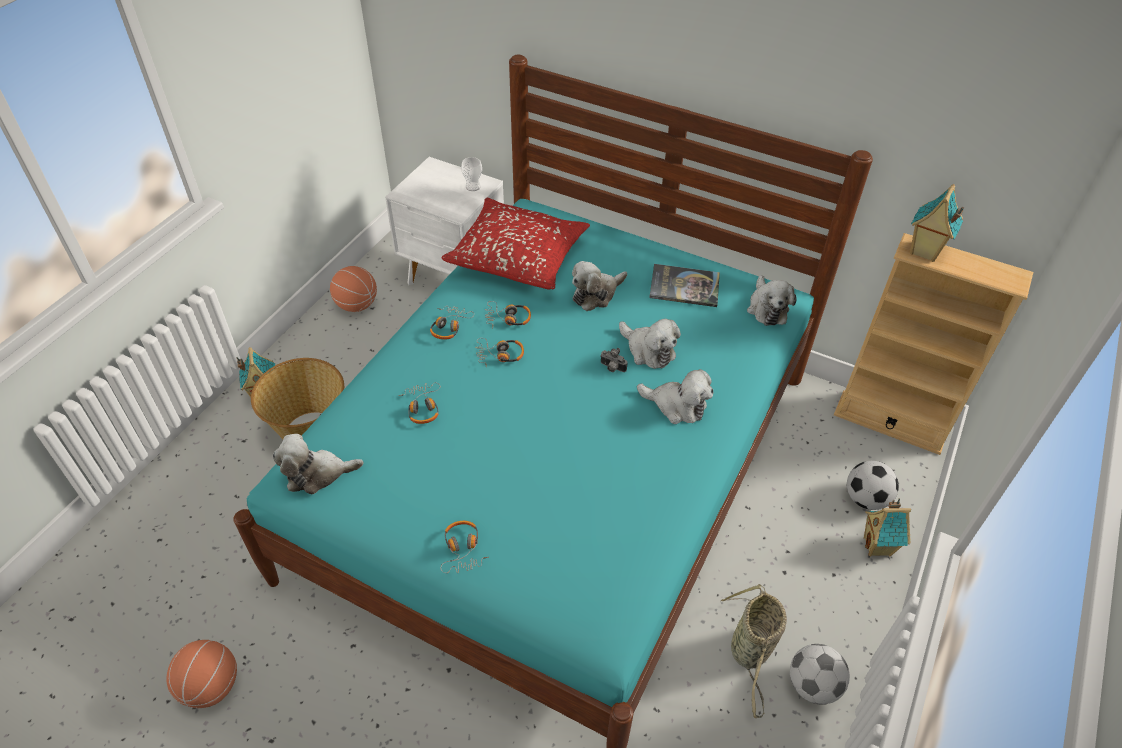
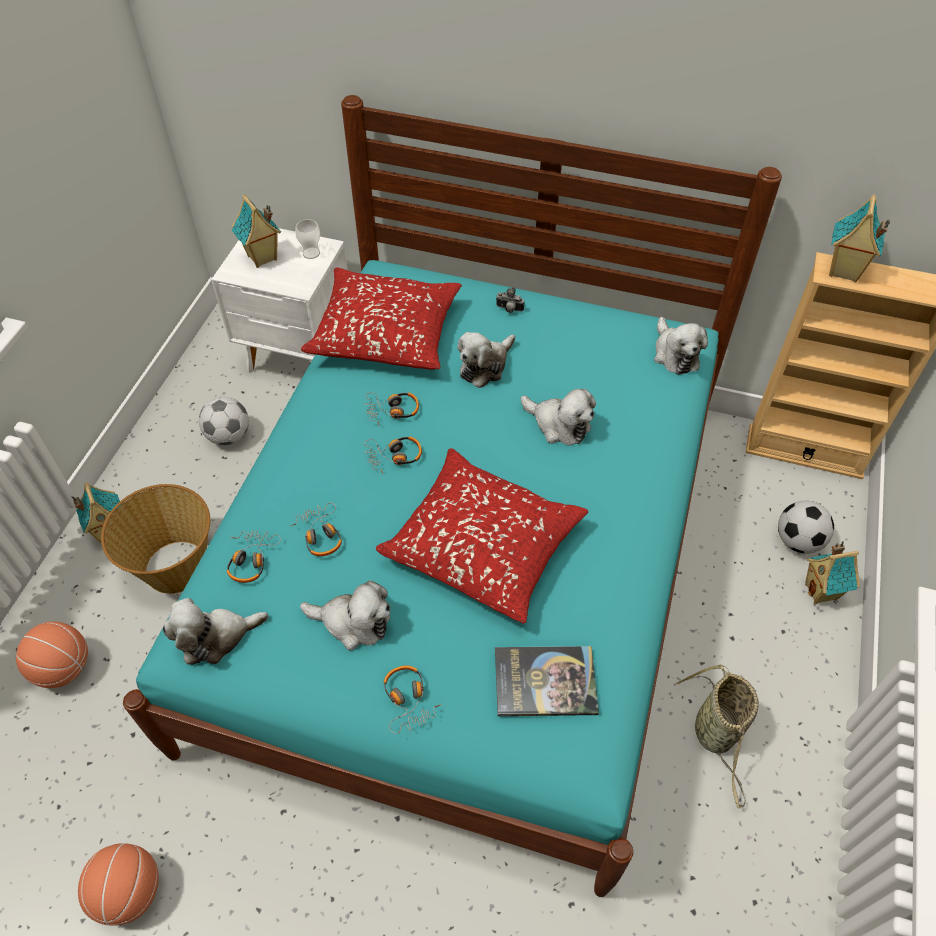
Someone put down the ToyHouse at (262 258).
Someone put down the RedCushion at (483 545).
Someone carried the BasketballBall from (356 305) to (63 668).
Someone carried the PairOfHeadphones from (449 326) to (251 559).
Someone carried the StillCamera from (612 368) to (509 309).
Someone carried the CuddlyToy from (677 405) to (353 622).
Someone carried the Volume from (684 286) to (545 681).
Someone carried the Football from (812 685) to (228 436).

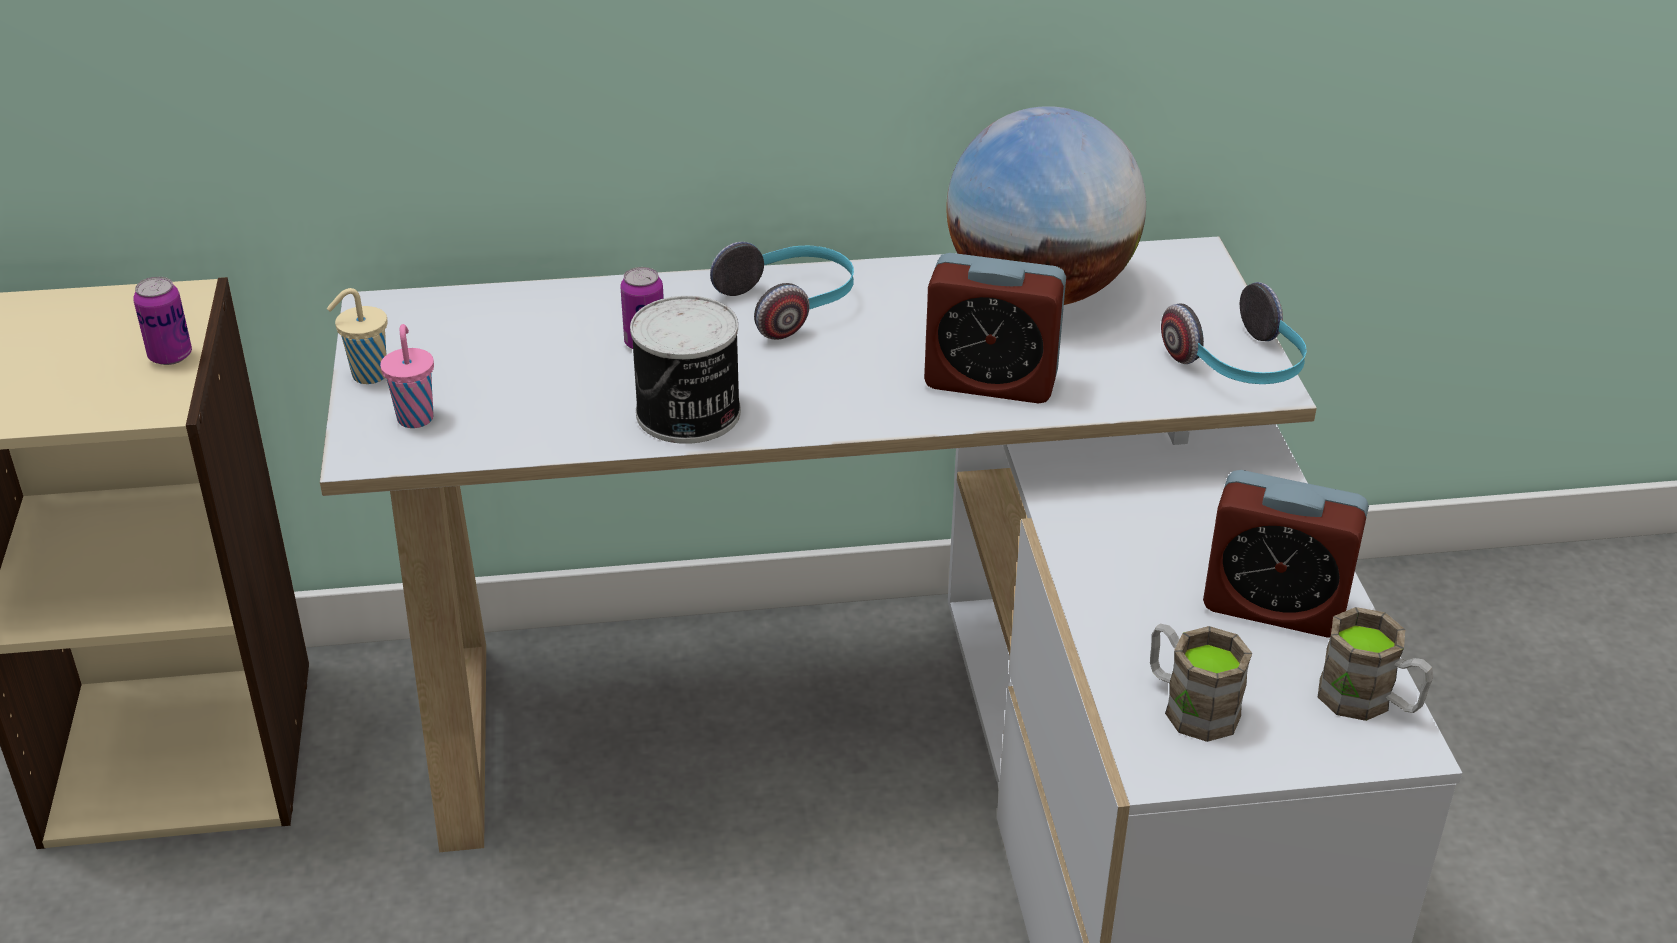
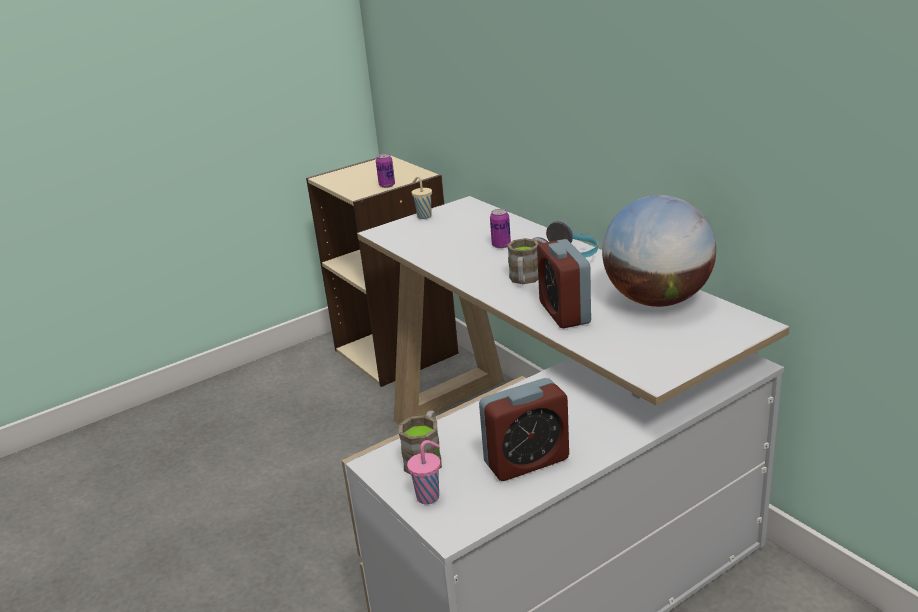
Someone took away the Can at (688 414).
Someone took away the PairOfHeadphones at (1239 367).
Someone carried the PinkishDrinkingCup from (415 417) to (429 496).
Someone carried the BrownColouredMug from (1369 701) to (524 280).
Someone rotated the AlarmClock at (1274 606) by 105 degrees counterclockwise.

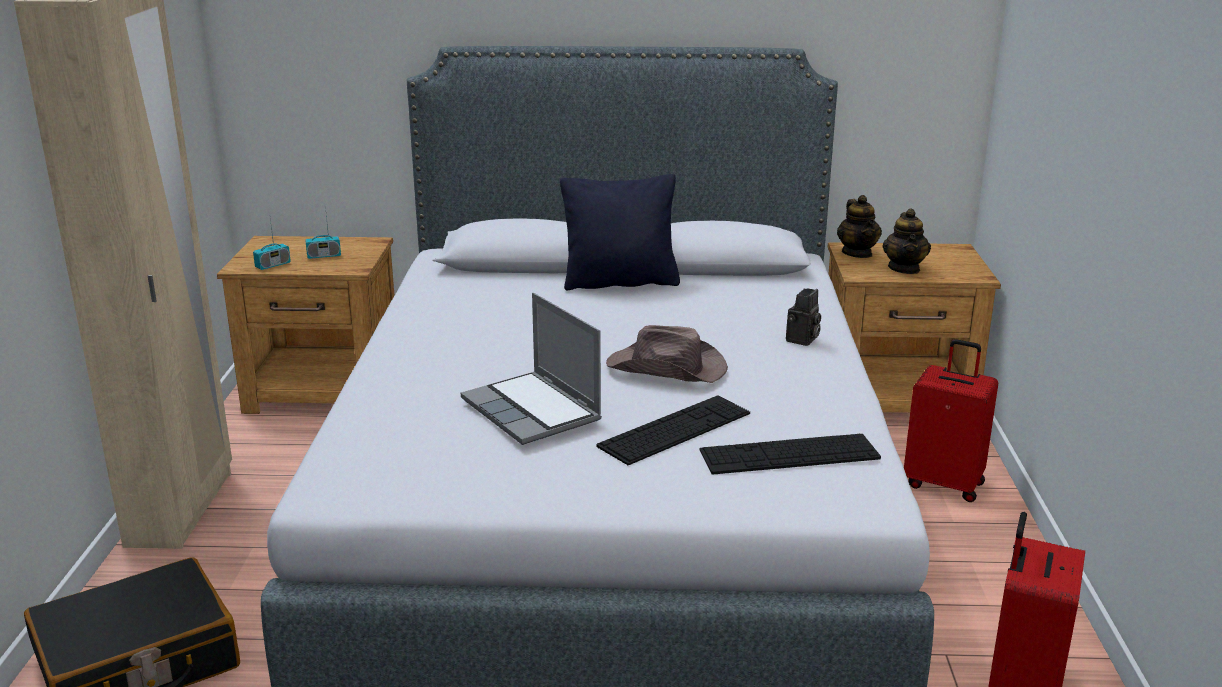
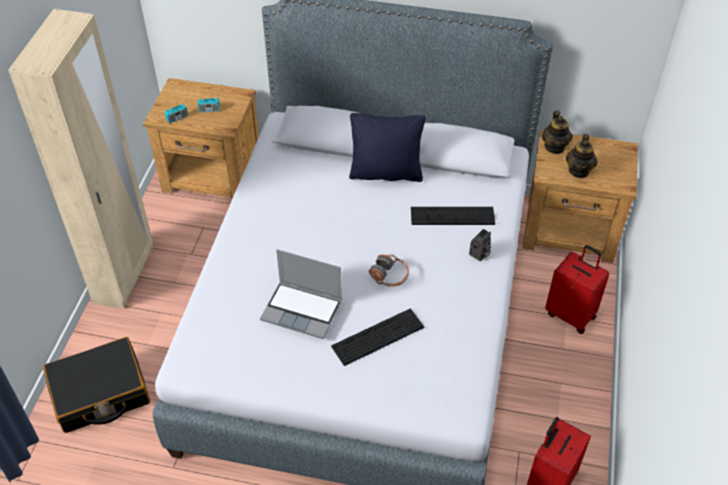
Someone carried the PcKeyboard from (789 454) to (452 216).
Someone swapped the BrownColouredClothingHat at (667 368) for the PairOfHeadphones at (389 276).
Someone rotated the PortableComputer at (533 411) by 45 degrees counterclockwise.

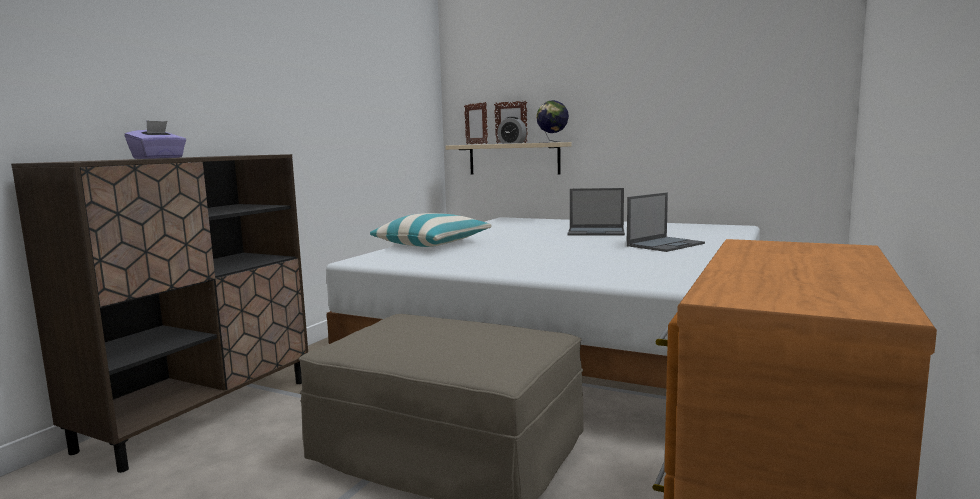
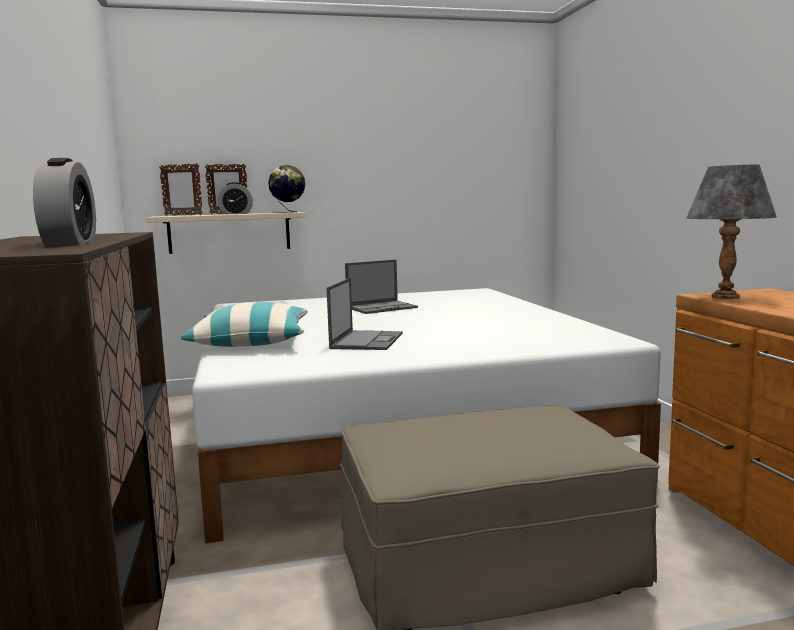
Someone put down the GreyTabletopLamp at (725 297).
Someone carried the PortableComputer from (665 244) to (367 340).
Someone swapped the PurpleColouredTissueBox at (158 158) for the AlarmClock at (70 243).

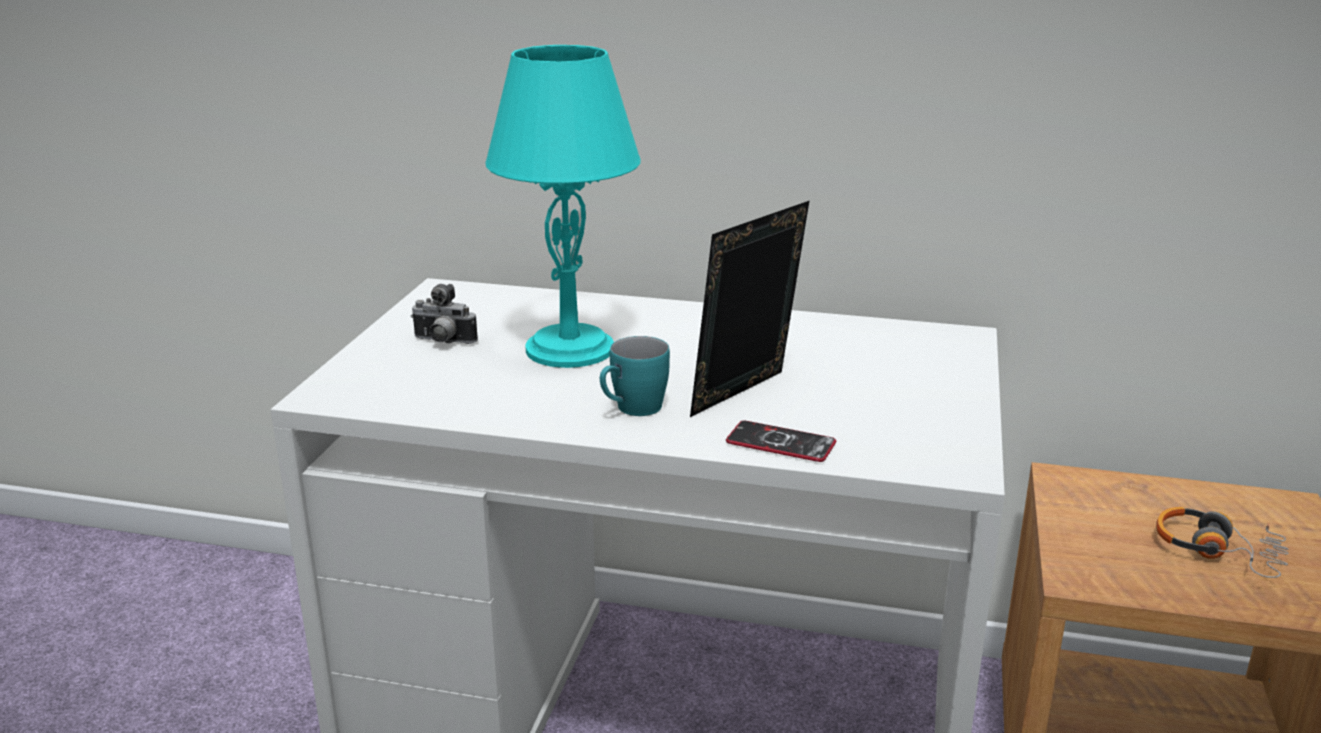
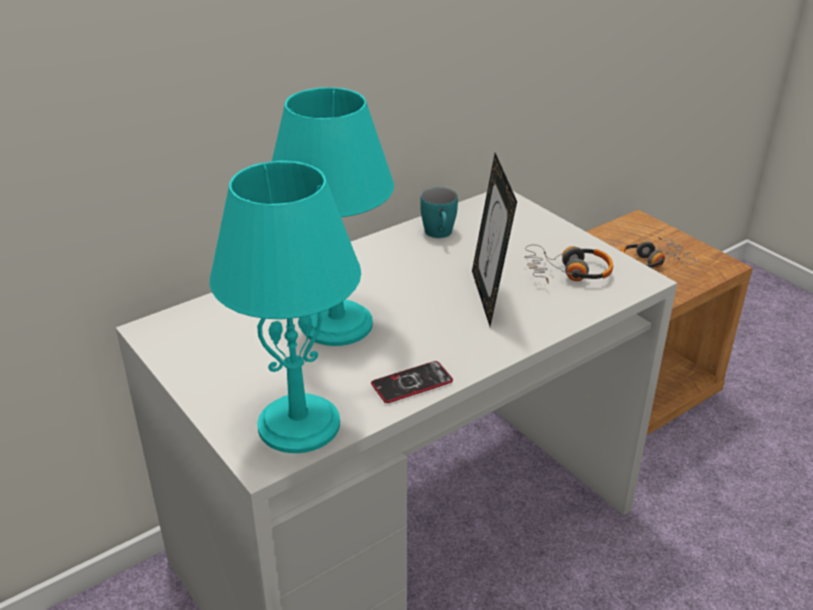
Someone took away the StillCamera at (443 342).
Someone put down the TurquoiseTabletopLamp at (299 423).
Someone put down the PairOfHeadphones at (567 272).
Someone carried the TurquoiseMug from (632 410) to (439 235).
Someone carried the Telephone from (780 443) to (412 383).

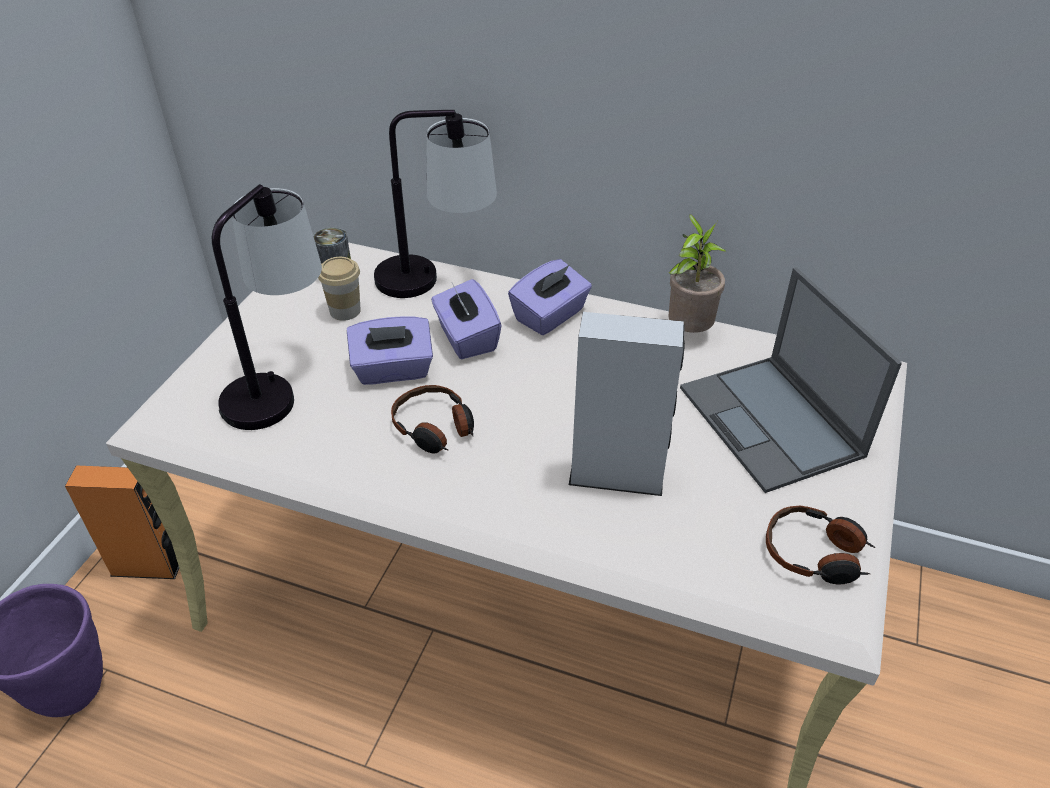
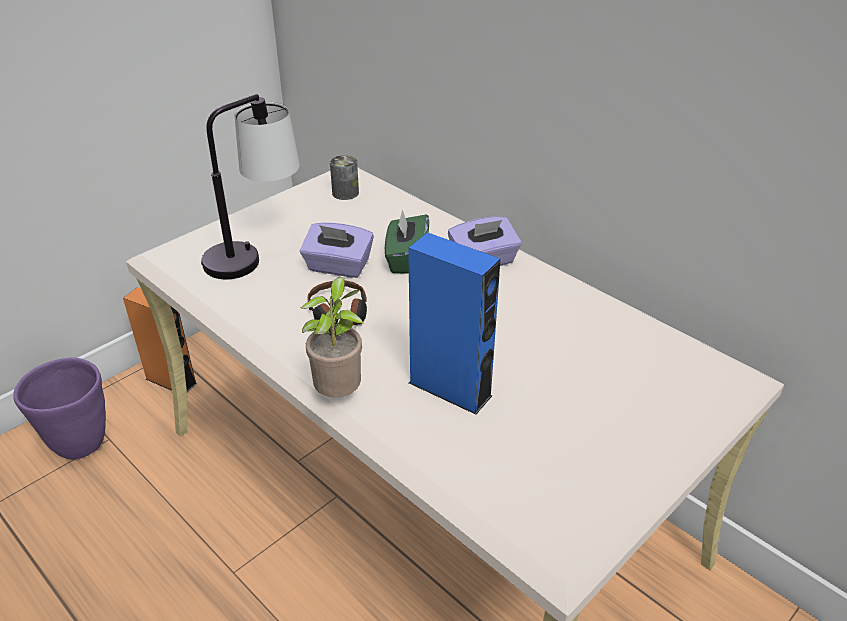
Someone took away the DrinkingCup at (345 311).
Someone took away the TabletopLamp at (436 280).
Someone took away the PortableComputer at (772 423).
Someone took away the PairOfHeadphones at (815 554).
Someone carried the PottedPlant from (688 331) to (340 393).
Someone repainted the PurpleColouredTissueBox at (466 338), which became the GreenishTissueBox at (407 259).
Someone repainted the GreyLoudspeaker at (616 476), which became the BlueColouredLoudspeaker at (450 389).

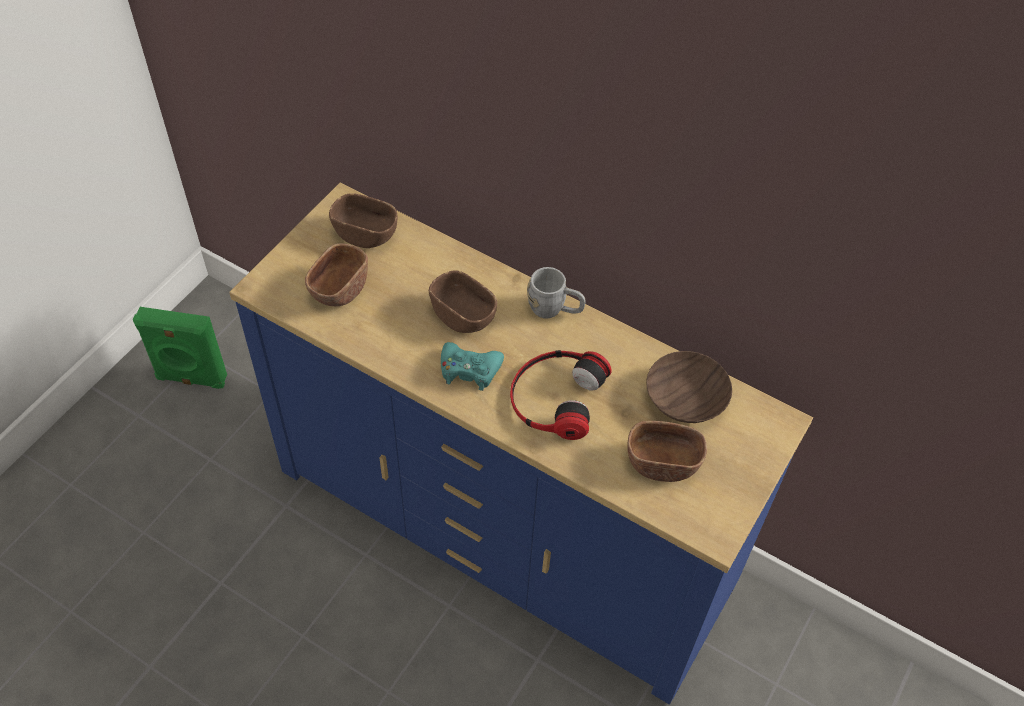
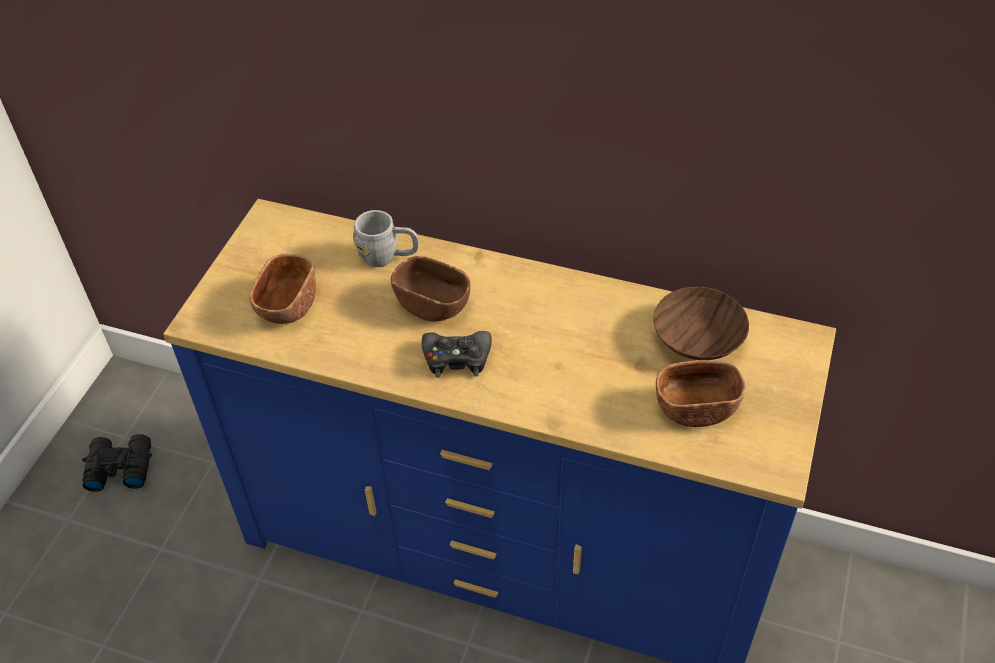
Someone took away the BrownColouredBowl at (365 233).
Someone took away the PairOfHeadphones at (555 397).
Someone carried the GreyMug from (554 309) to (388 257).
Someone swapped the GreenishLoudspeaker at (191 379) for the BlackColouredFieldGlasses at (119 467).
Someone repainted the TurquoiseJoypad at (469 370), which became the BlackColouredJoypad at (457 358).

